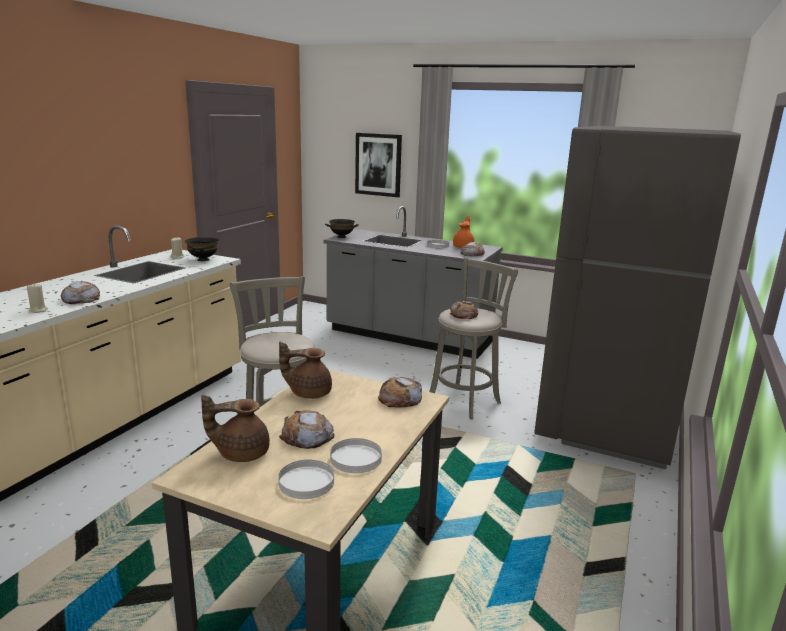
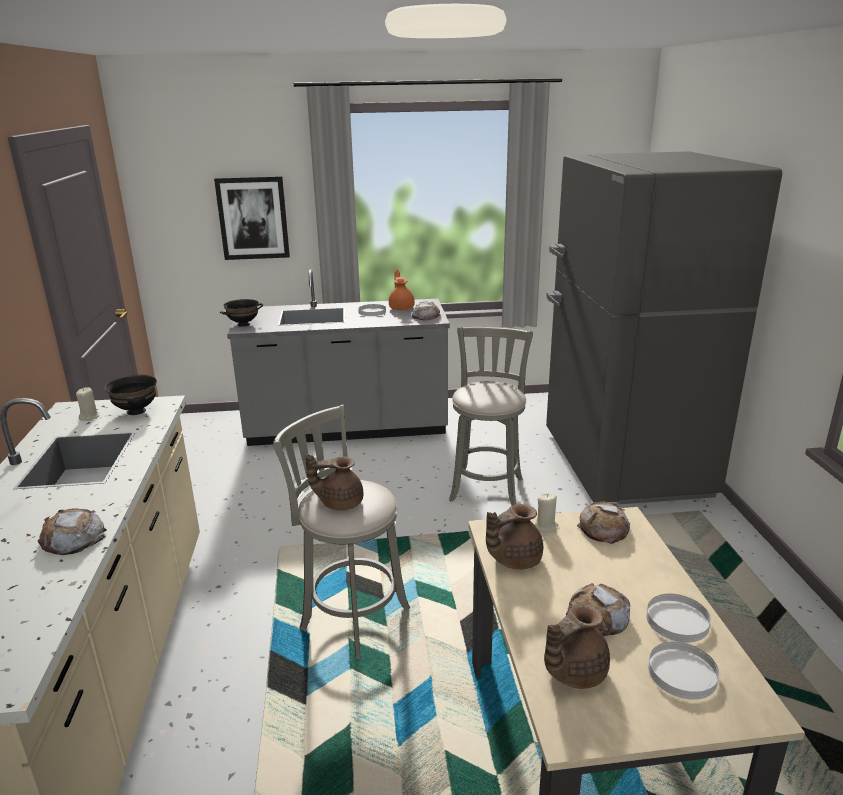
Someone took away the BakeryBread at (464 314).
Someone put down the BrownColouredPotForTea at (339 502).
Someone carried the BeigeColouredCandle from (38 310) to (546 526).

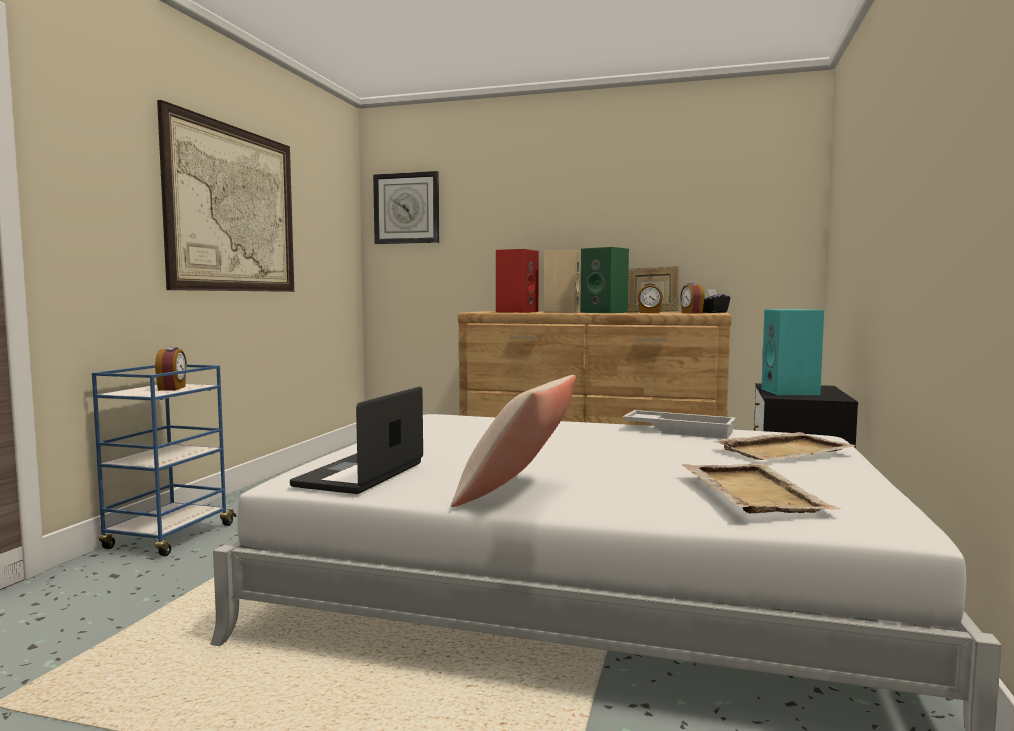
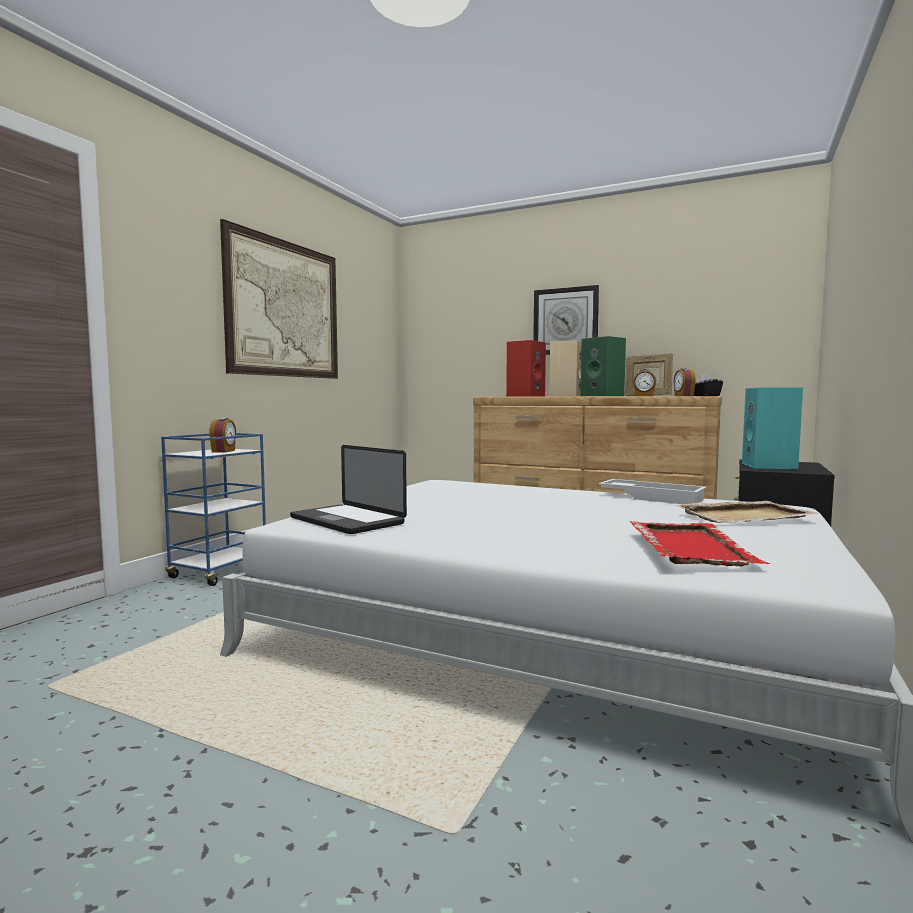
Someone took away the BeigeColouredCushion at (517 492).
Someone carried the ClockOnTheWall from (407 208) to (565 321).
Someone repainted the BeigeColouredServingTray at (752 491), which became the RedServingTray at (689 546).
Someone rotated the PortableComputer at (360 475) by 75 degrees counterclockwise.

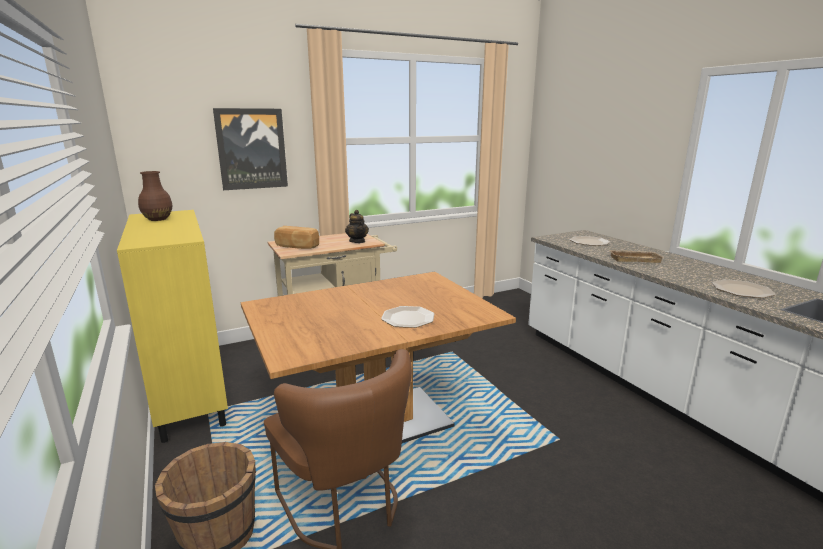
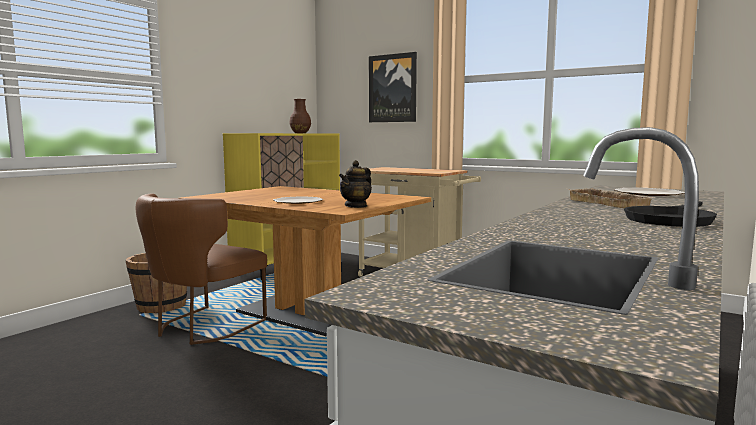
Someone took away the BakeryBread at (296 246).
Someone took away the DinnerPlate at (742 290).
Someone put down the BlackColouredSkillet at (672 218).
Someone carried the PotForTea from (357 241) to (356 206).

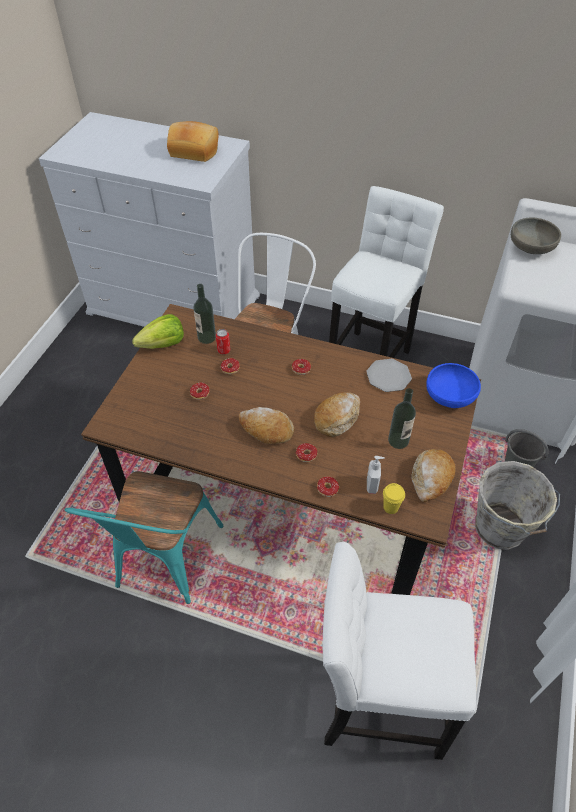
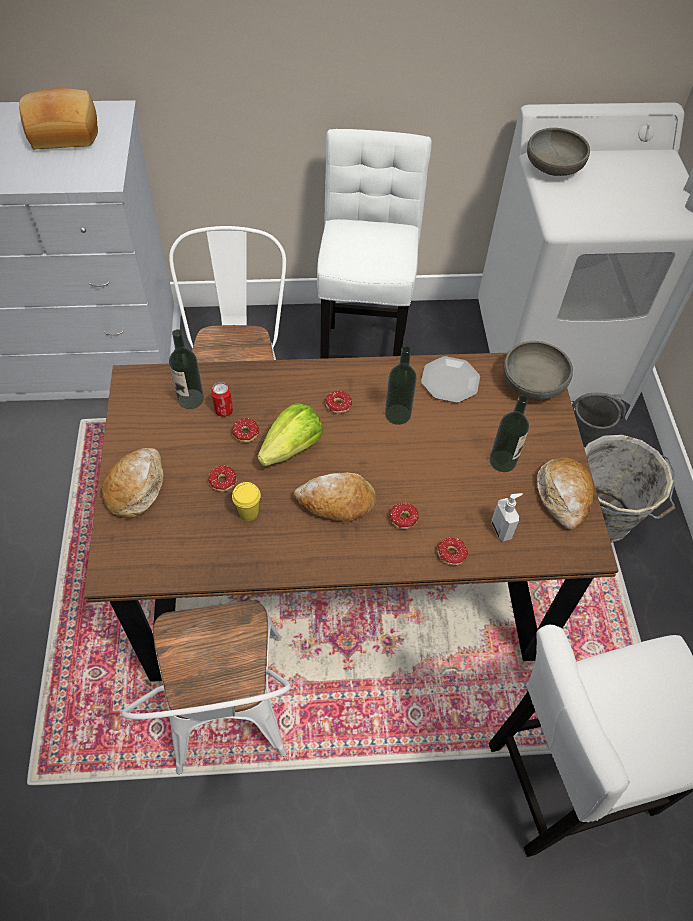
Someone put down the Bottle at (397 414).
Someone carried the HeadOfLettuce from (163 344) to (292 448).
Someone carried the BakeryBread from (337 418) to (136 487).
Someone carried the YellowDrinkingCup from (390 507) to (248 512).
Someone repainted the TurquoiseUprightChair at (164 563), which became the WhiteUprightChair at (227 716).
Someone repainted the BlueColouredBowl at (449 396), which became the GreyBowl at (532 383).

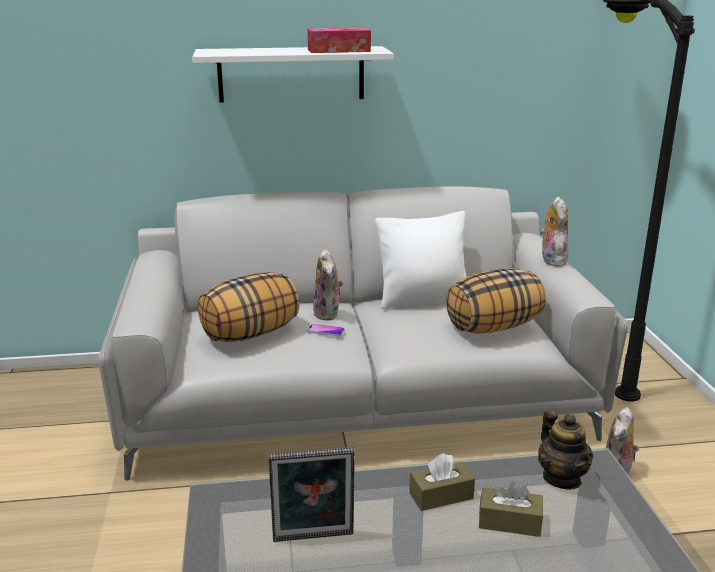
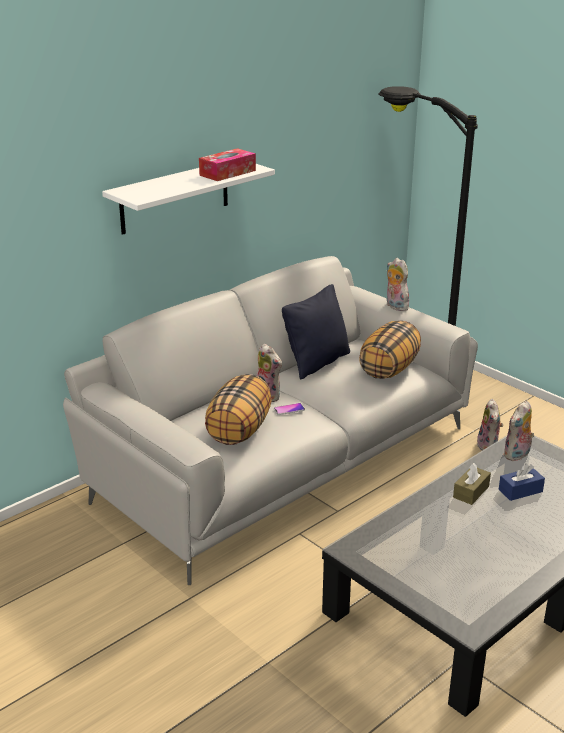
Someone took away the PhotoFrame at (313 539).
Someone swapped the PotForTea at (562 478) for the CuddlyToy at (517 455).
Someone repainted the WhiteCushion at (423 300), which became the BlackColouredCushion at (317 363).
Someone repainted the BrownColouredTissueBox at (509 522), which became the BlueColouredTissueBox at (520 491).

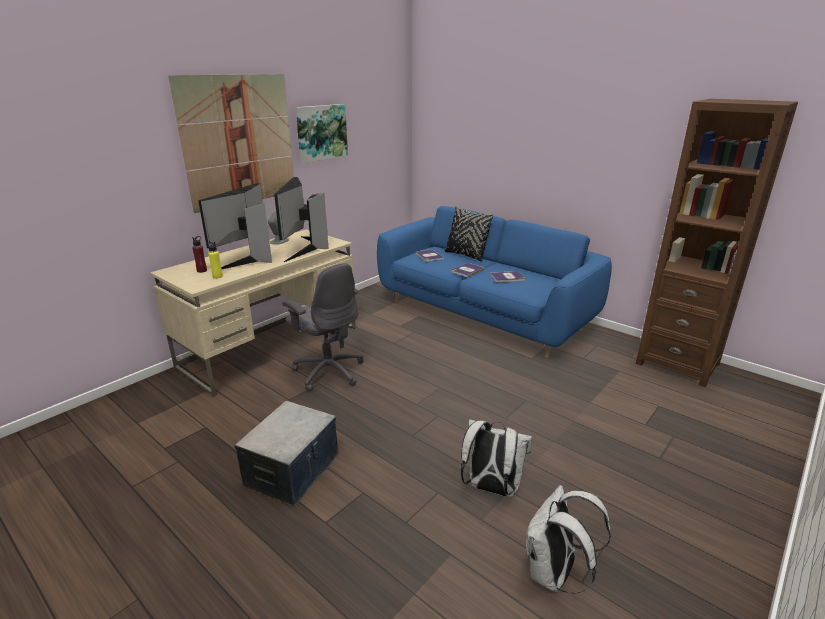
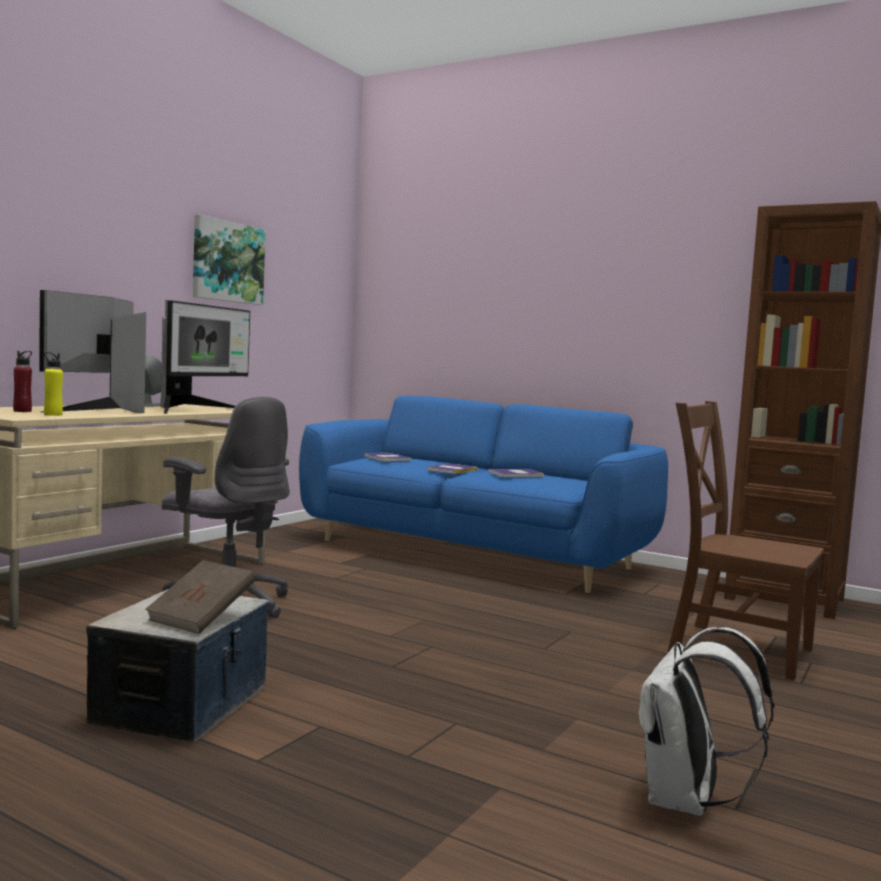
Someone took away the WallArt at (239 141).
Someone took away the BlackColouredCushion at (466 255).
Someone took away the WhiteRucksack at (491 488).
Someone put down the BrownColouredVolume at (201 618).
Someone put down the BrownColouredUprightChair at (734 648).
Someone rotated the ComputerScreen at (303 248) by 150 degrees counterclockwise.

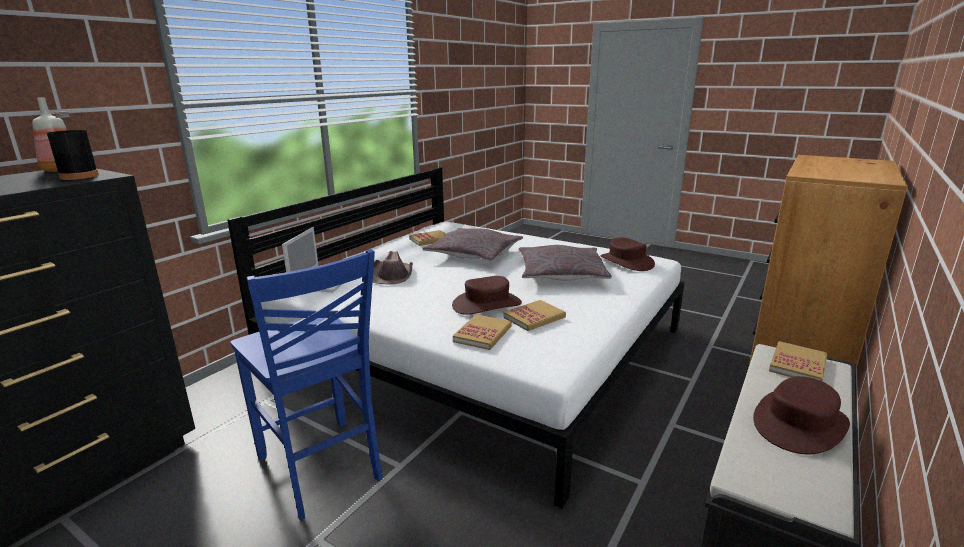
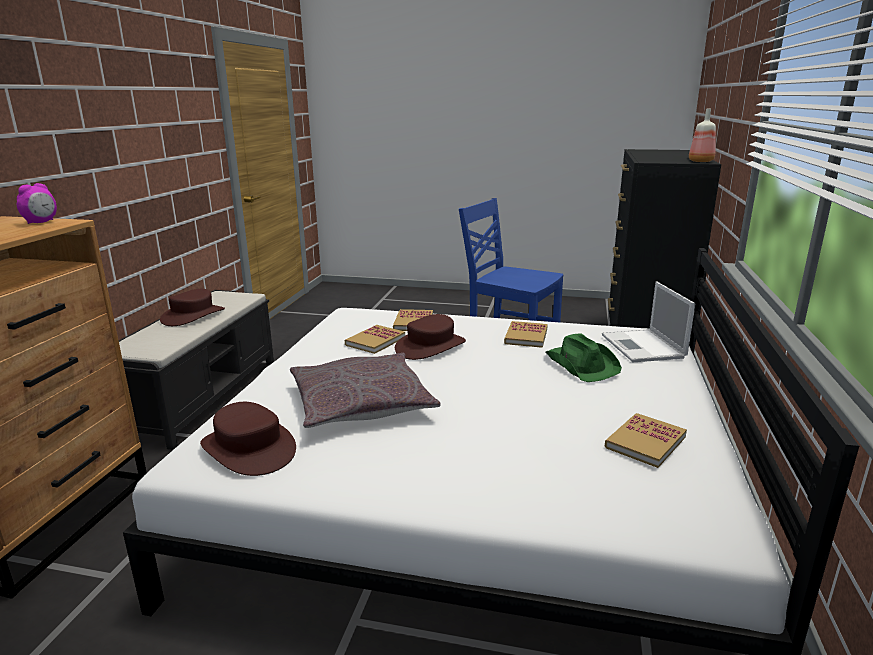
Someone took away the BlackColouredBottle at (79 176).
Someone took away the GreyCushion at (474 254).
Someone put down the AlarmClock at (41 222).
Someone carried the Volume from (797 365) to (526 336).
Someone repainted the BrownColouredClothingHat at (392 275), which became the GreenishClothingHat at (581 364).

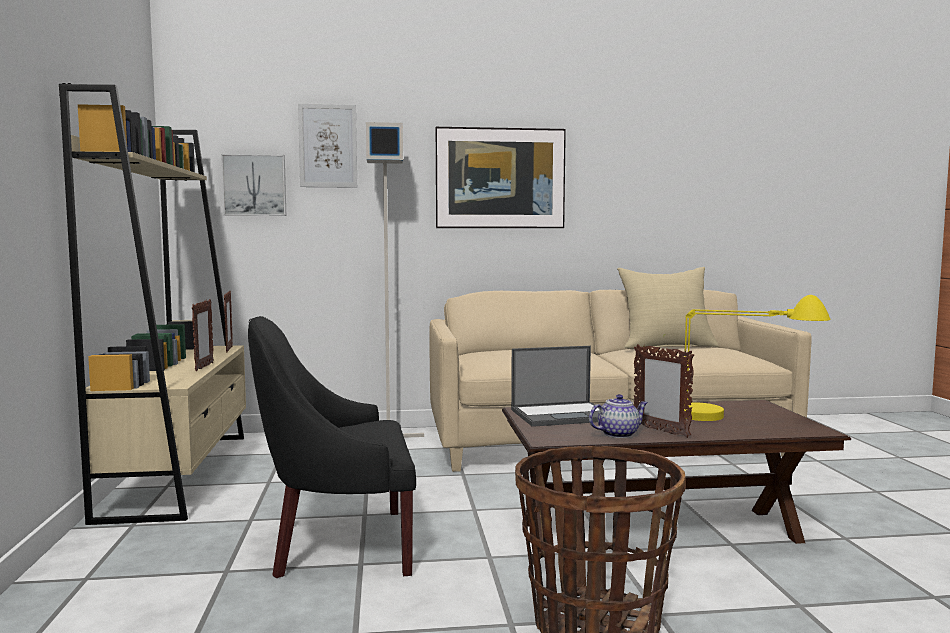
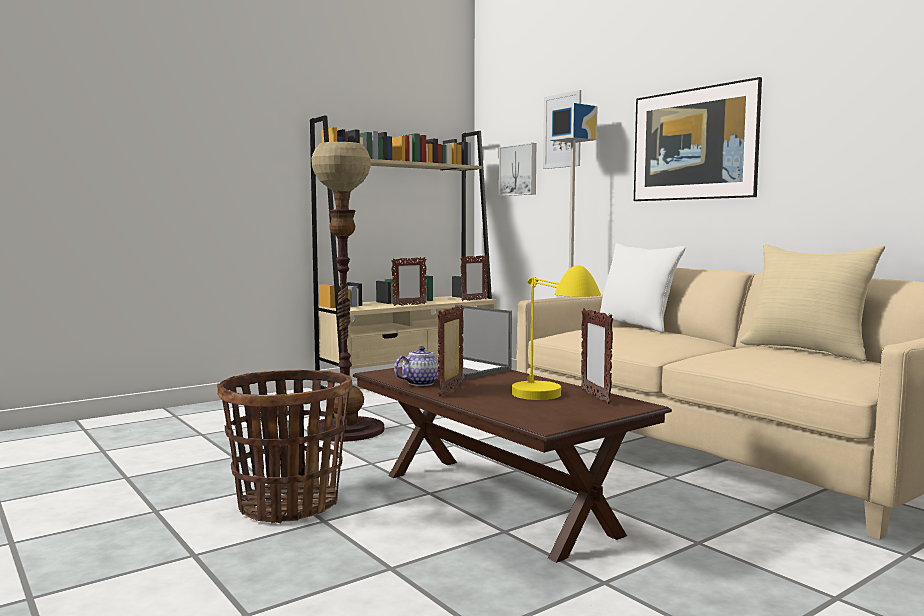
Someone put down the PhotoFrame at (595 396).
Someone put down the WhiteCushion at (637 327).
Someone swapped the BlackColouredArmchair at (339 545) for the StandingLamp at (346 430).
Someone rotated the PotForTea at (618 434) by 75 degrees counterclockwise.

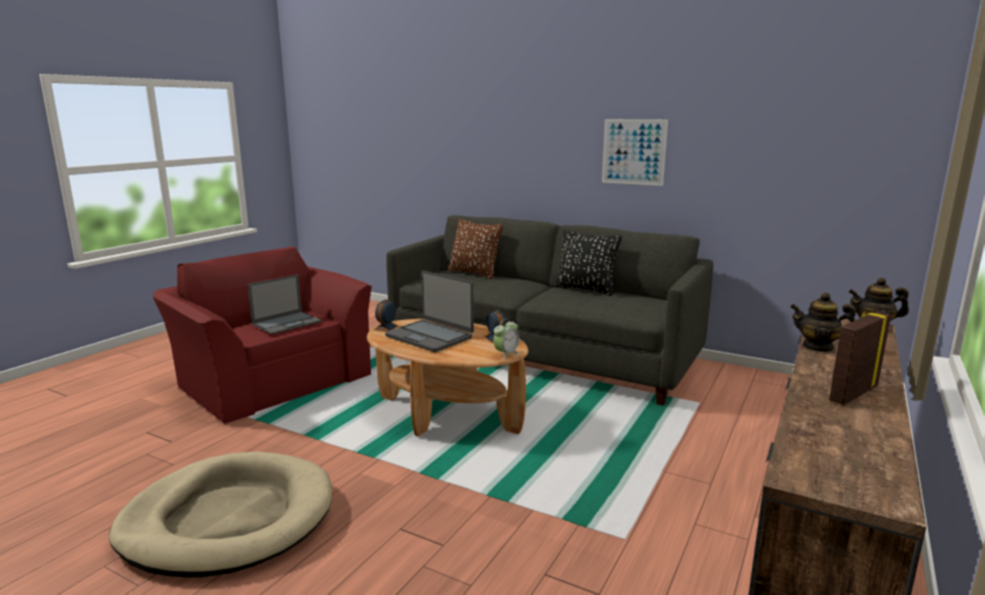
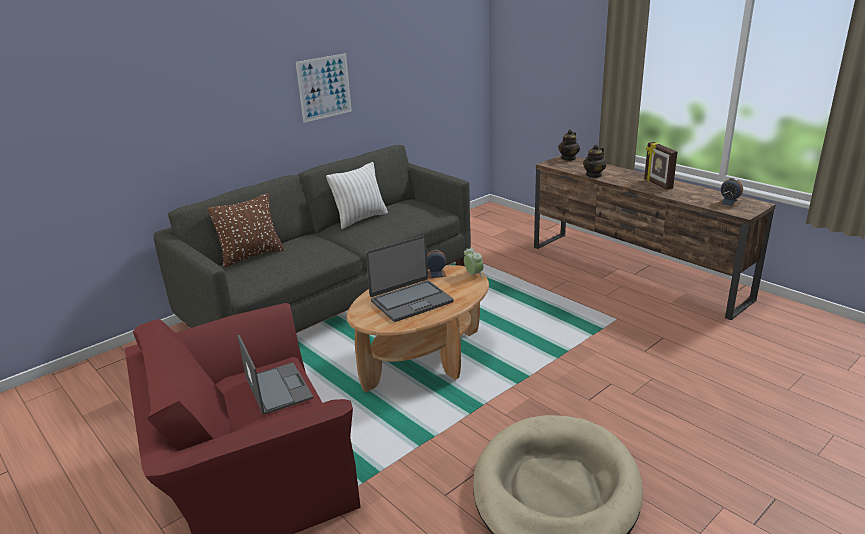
Someone carried the AlarmClock from (386 327) to (729 202).
Someone repainted the BlackColouredCushion at (585 290), which became the WhiteCushion at (360 219).

